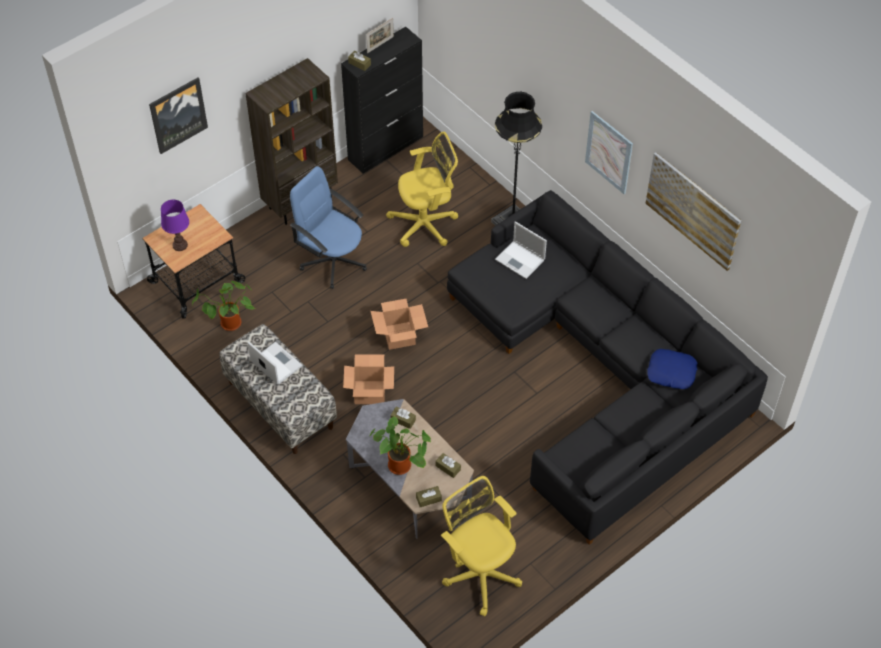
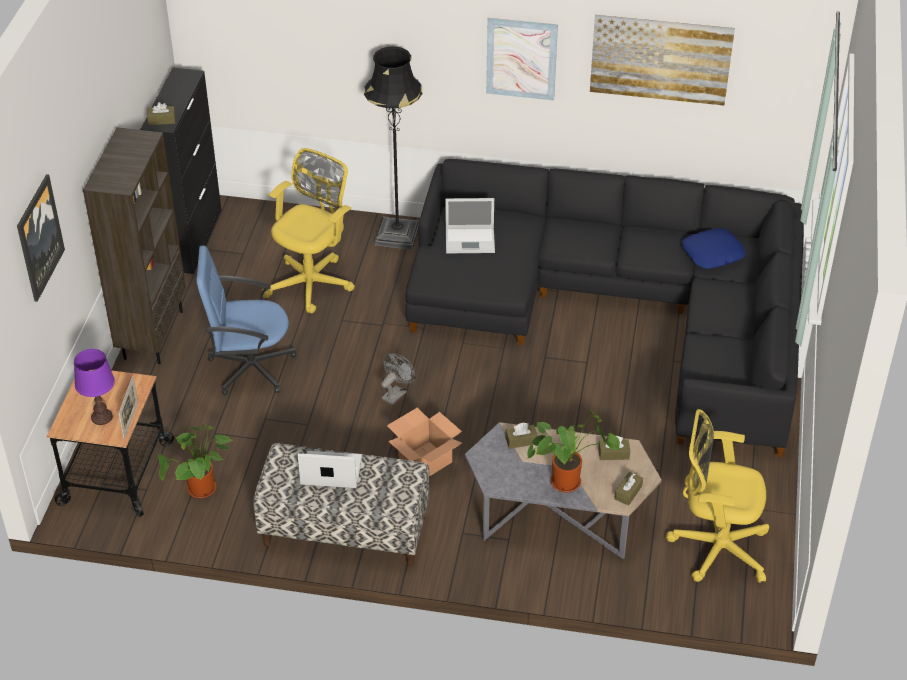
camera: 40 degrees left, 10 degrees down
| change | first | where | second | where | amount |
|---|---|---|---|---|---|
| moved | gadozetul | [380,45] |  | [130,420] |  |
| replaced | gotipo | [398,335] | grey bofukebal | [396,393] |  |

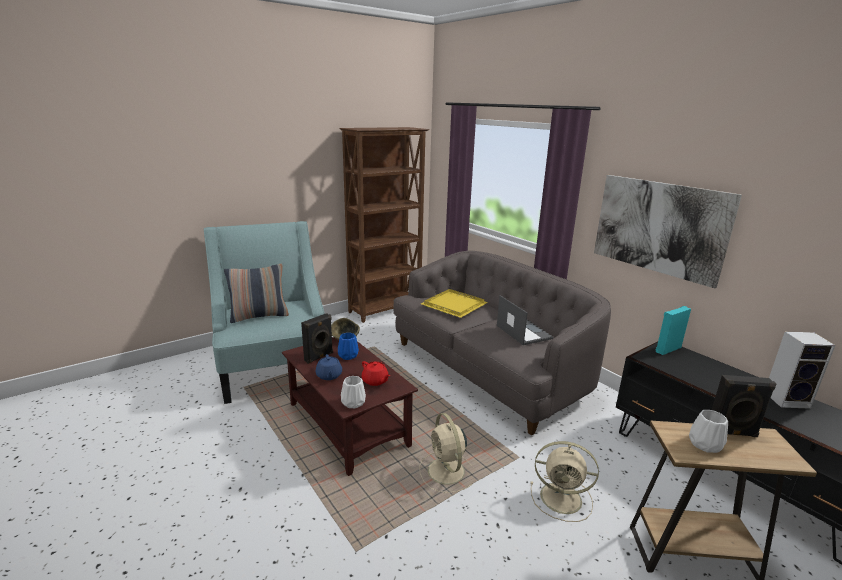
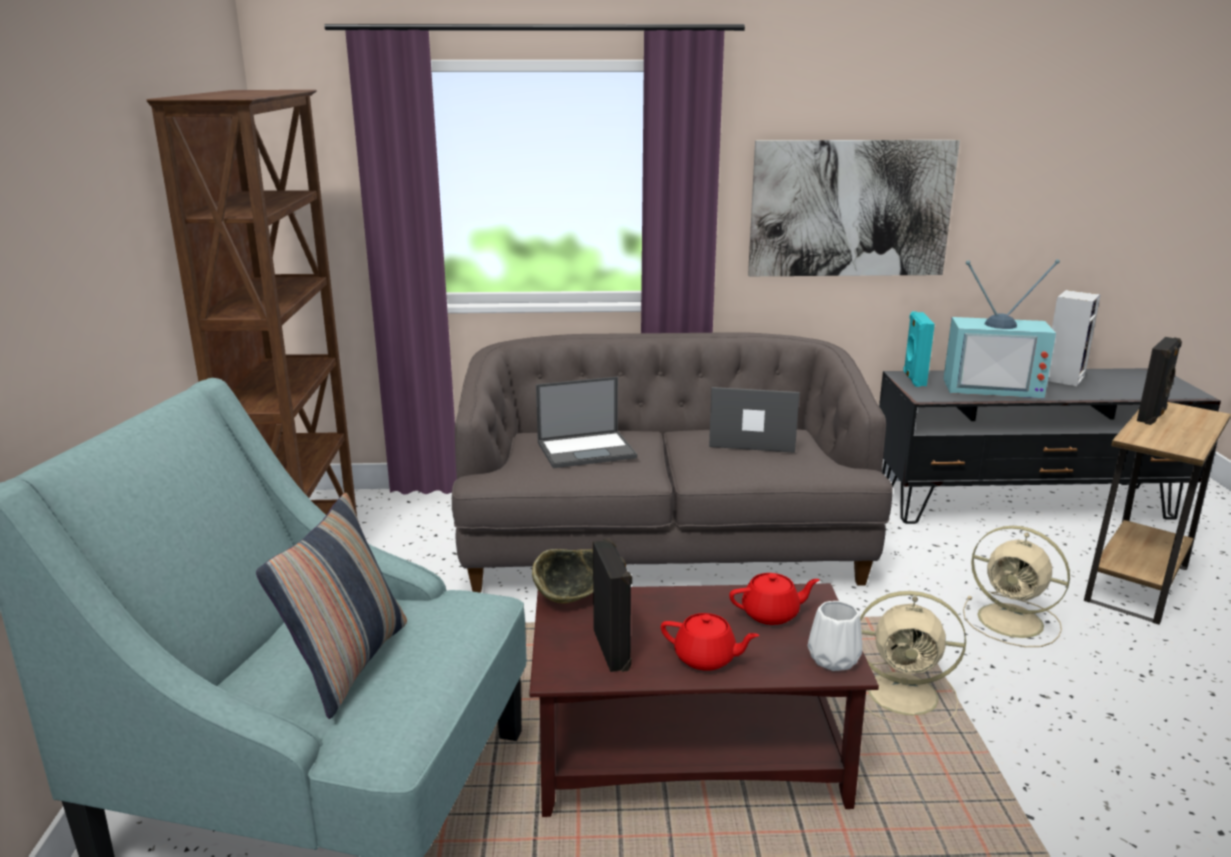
camera: 55 degrees left, 0 degrees up
| change | first | where | second | where | amount |
|---|---|---|---|---|---|
| replaced | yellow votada | [455,305] | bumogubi | [587,450] |  |
| recoloured | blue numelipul | [329,376] | red numelipul | [706,658] |  |
| added |  |  | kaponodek | [993,386] |  |
| turned | beige bofukebal | [563,498] |  | [1013,621] | 75 degrees clockwise |
| removed | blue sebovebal | [348,356] |  |  |  |
| removed | white sebovebal | [705,445] |  |  |  |

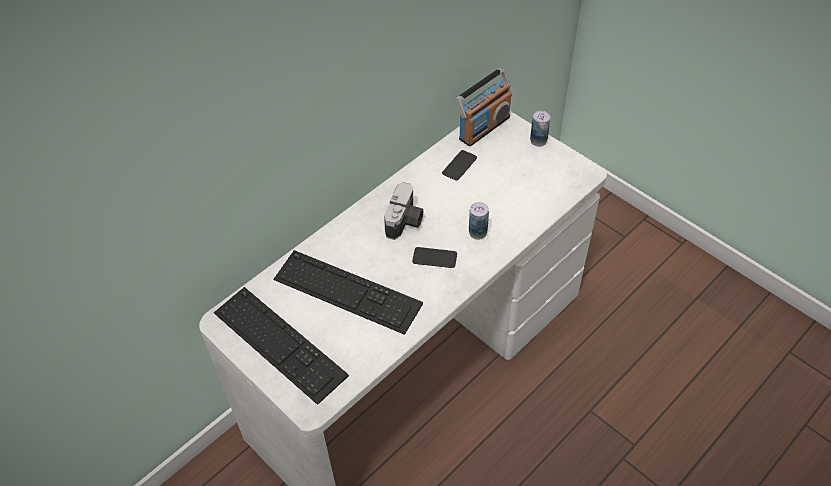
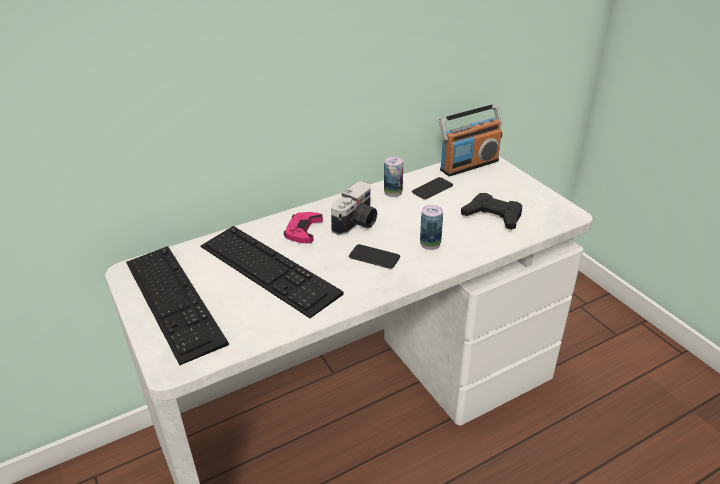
camera: 15 degrees right, 15 degrees down
| change | first | where | second | where | amount |
|---|---|---|---|---|---|
| added |  |  | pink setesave | [303,230] |  |
| moved | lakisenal | [538,141] |  | [393,192] |  |
| added |  |  | black setesave | [493,216] |  |

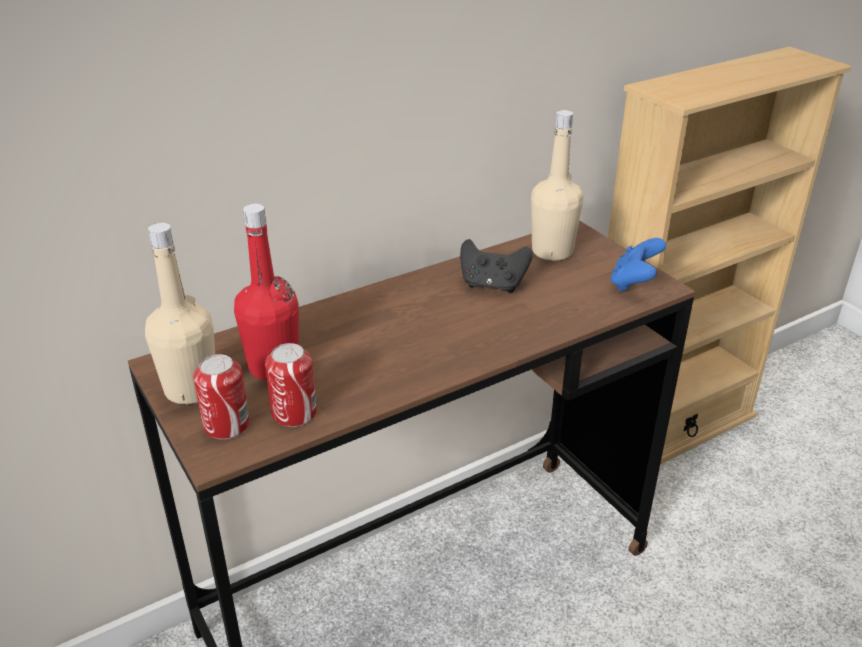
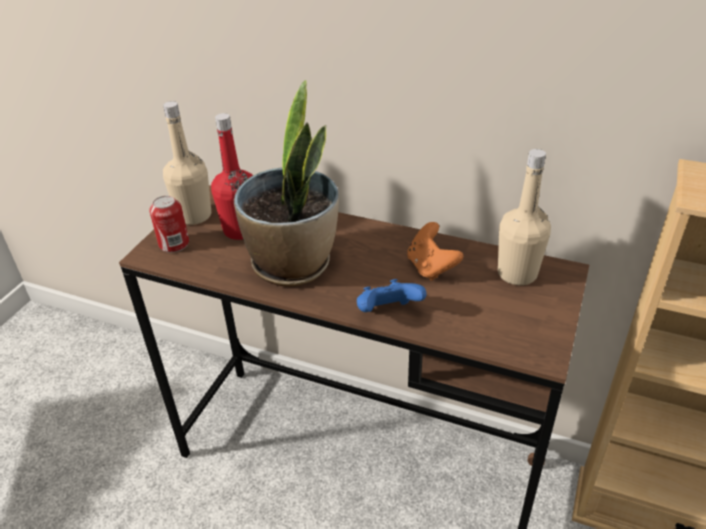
camera: 55 degrees right, 5 degrees up
| change | first | where | second | where | amount |
|---|---|---|---|---|---|
| added |  |  | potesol | [293,264] |  |
| moved | blue setesave | [634,283] |  | [388,313] |  |
| recoloured | black setesave | [492,285] | orange setesave | [431,267] |  |
| removed | lakisenal | [294,413] |  |  |  |

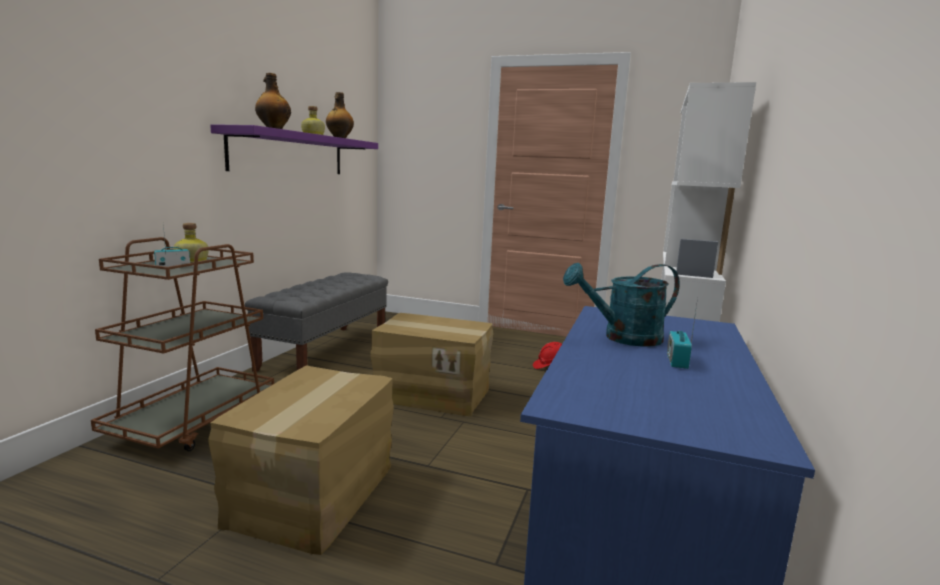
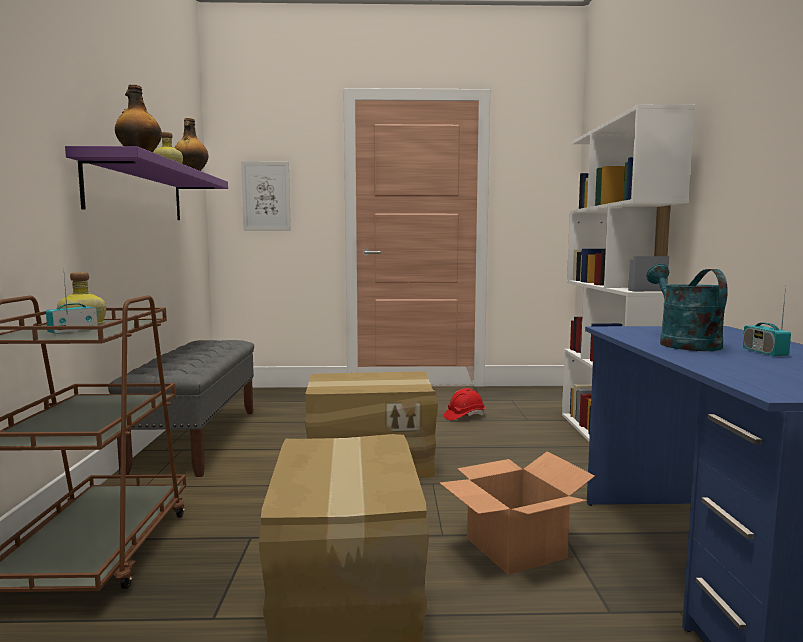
camera: 20 degrees left, 5 degrees down
| change | first | where | second | where | amount |
|---|---|---|---|---|---|
| added |  |  | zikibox | [266,196] |  |
| added |  |  | gotipo | [517,548] |  |
| turned | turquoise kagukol | [623,338] |  | [683,343] | 120 degrees clockwise |

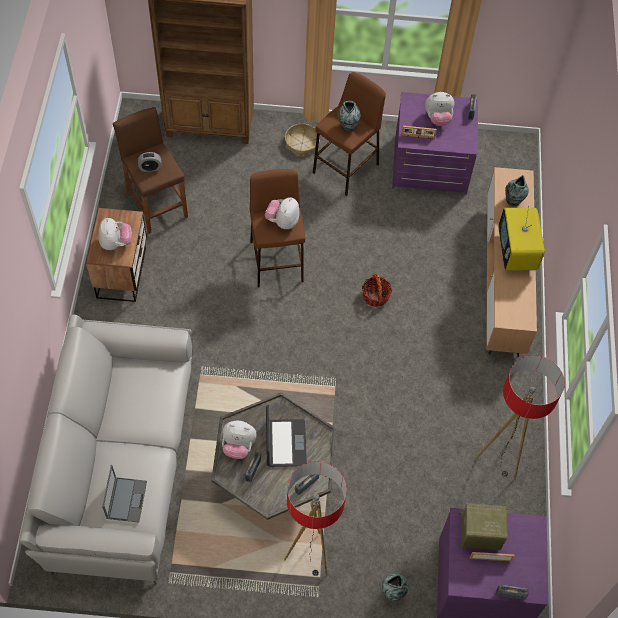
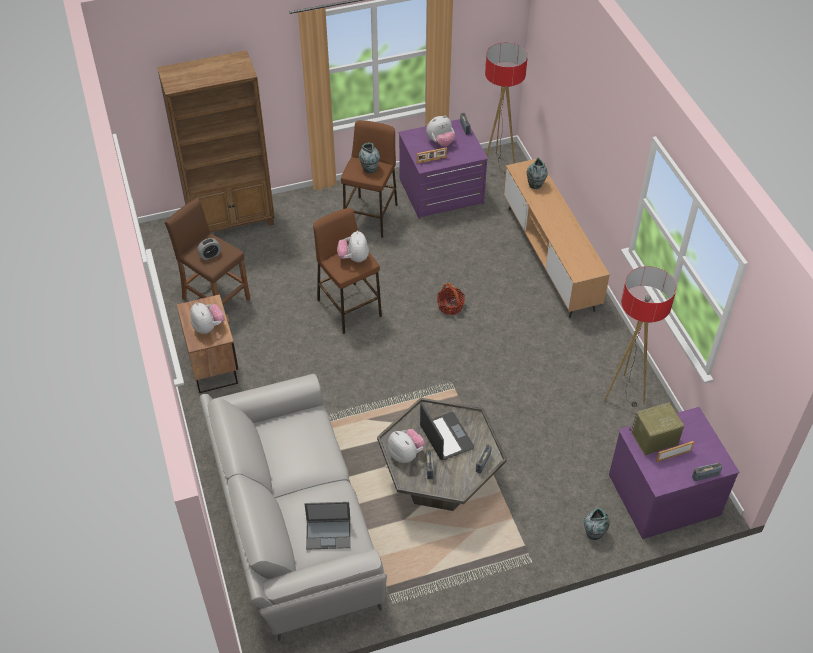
camera: 20 degrees left, 10 degrees down
| change | first | where | second | where | amount |
|---|---|---|---|---|---|
| turned | bumogubi | [126,499] |  | [329,534] | 105 degrees clockwise |
| turned | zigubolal | [238,446] |  | [406,454] | 120 degrees counterclockwise |
| moved | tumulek | [310,556] |  | [497,166] |  |
| removed | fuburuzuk | [302,143] |  |  |  |
| removed | kaponodek | [516,253] |  |  |  |

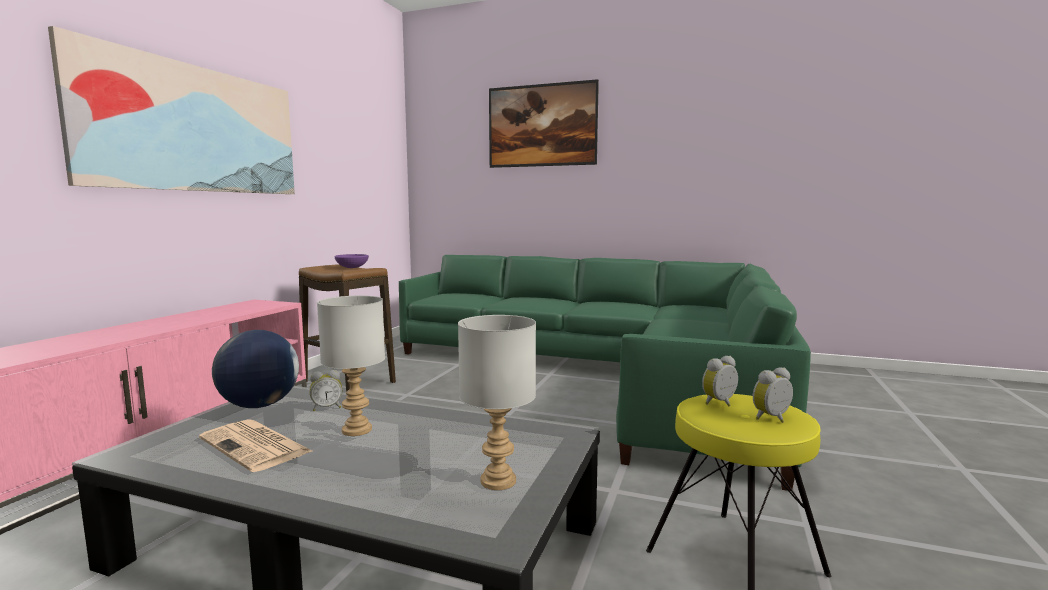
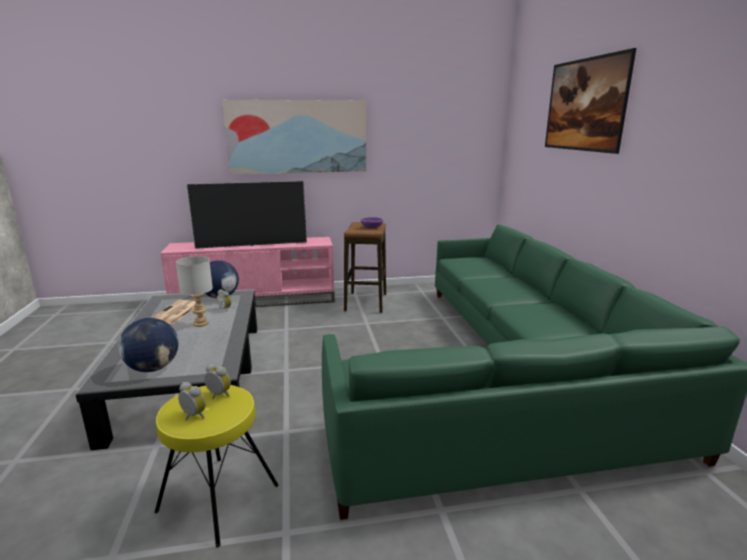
camera: 60 degrees right, 10 degrees up
| change | first | where | second | where | amount |
|---|---|---|---|---|---|
| replaced | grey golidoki | [497,480] | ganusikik | [153,368] |  |
| added |  |  | kaponodek | [252,245] |  |

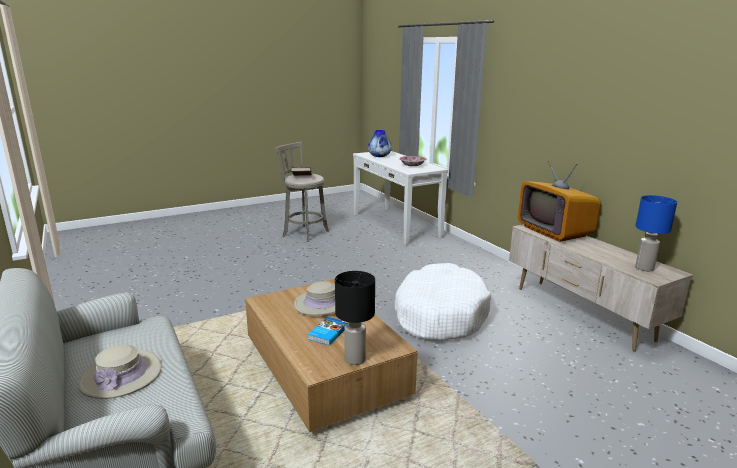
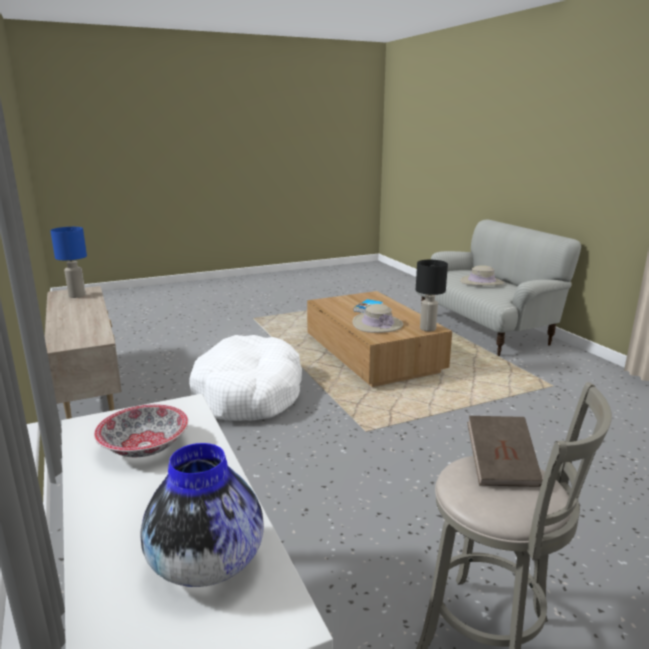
camera: 175 degrees left, 0 degrees up
| change | first | where | second | where | amount |
|---|---|---|---|---|---|
| moved | black golidoki | [354,359] |  | [428,329] |  |
| removed | kaponodek | [554,231] |  |  |  |

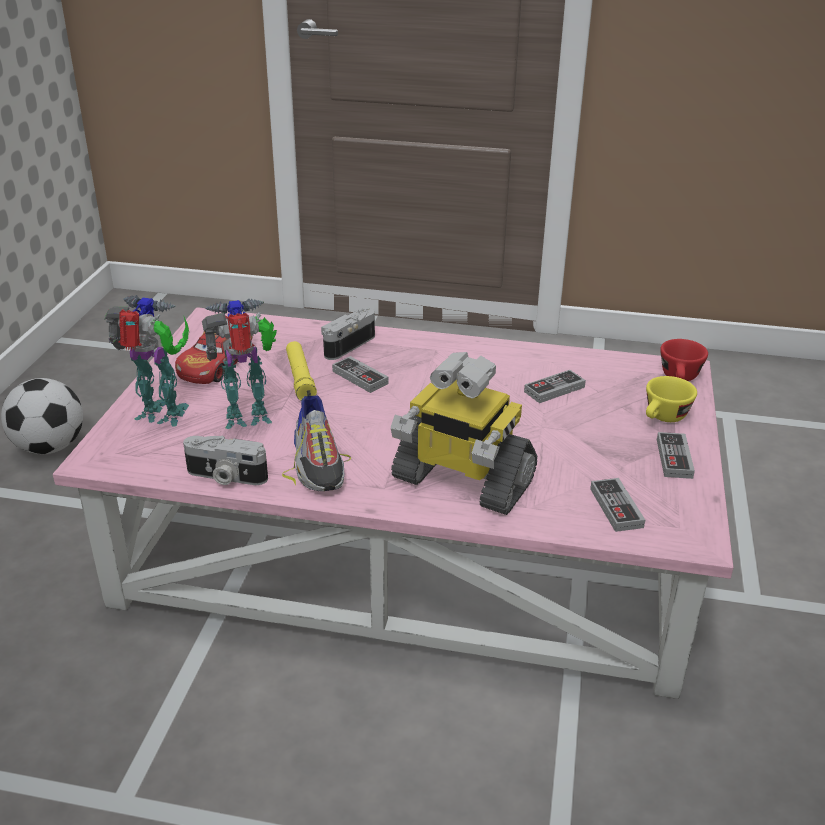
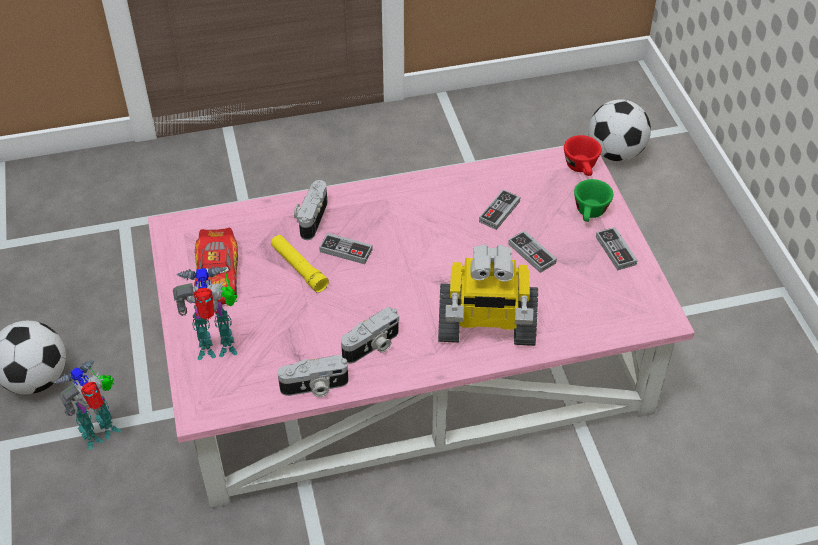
camera: 25 degrees left, 15 degrees up
| change | first | where | second | where | amount |
|---|---|---|---|---|---|
| moved | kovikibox | [250,418] |  | [102,433] |  |
| replaced | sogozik | [318,461] | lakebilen | [372,346] |  |
| moved | setesave | [616,508] |  | [532,253] |  |
| recoloured | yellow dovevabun | [663,418] | green dovevabun | [590,214] |  |
| added |  |  | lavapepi | [615,153] |  |

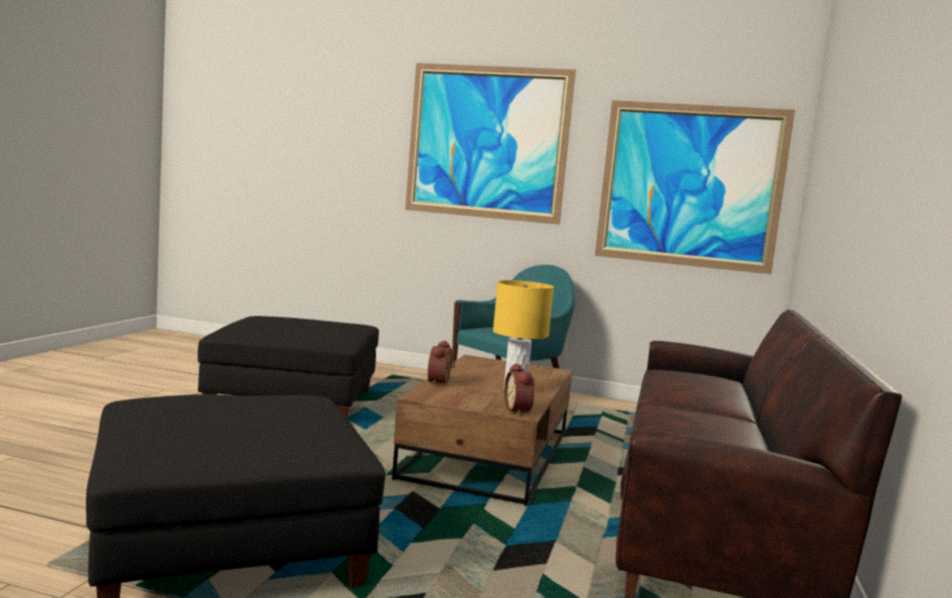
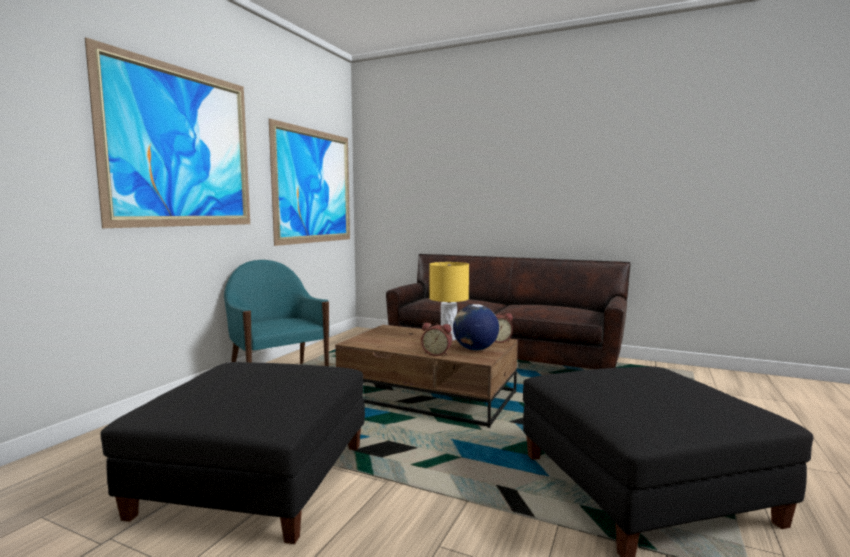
camera: 80 degrees left, 0 degrees up
| change | first | where | second | where | amount |
|---|---|---|---|---|---|
| added |  |  | ganusikik | [475,349] |  |

